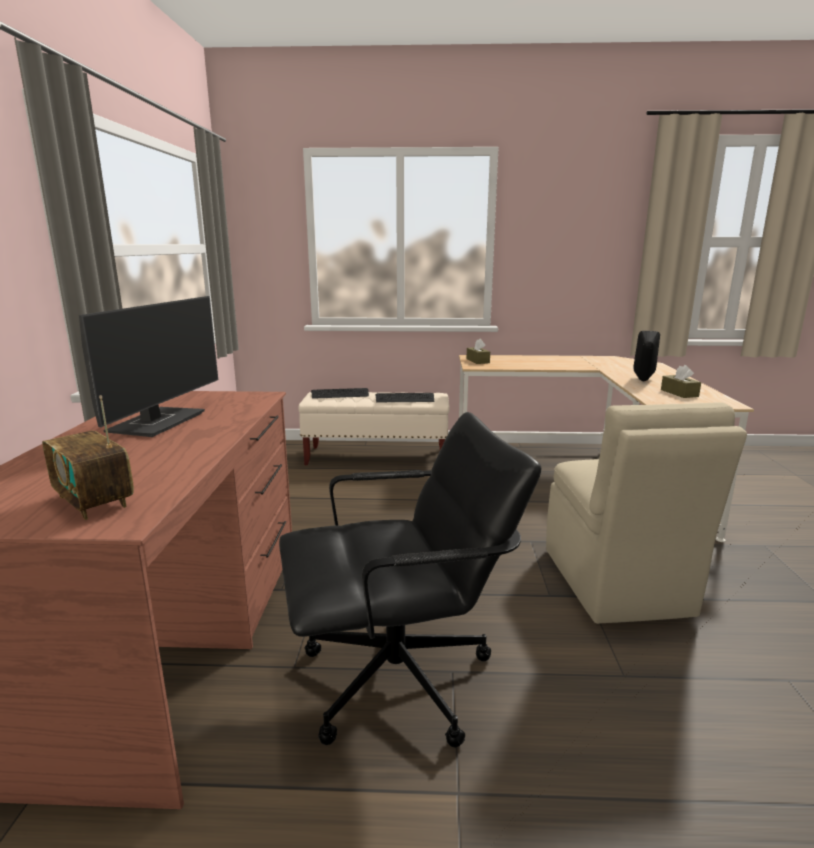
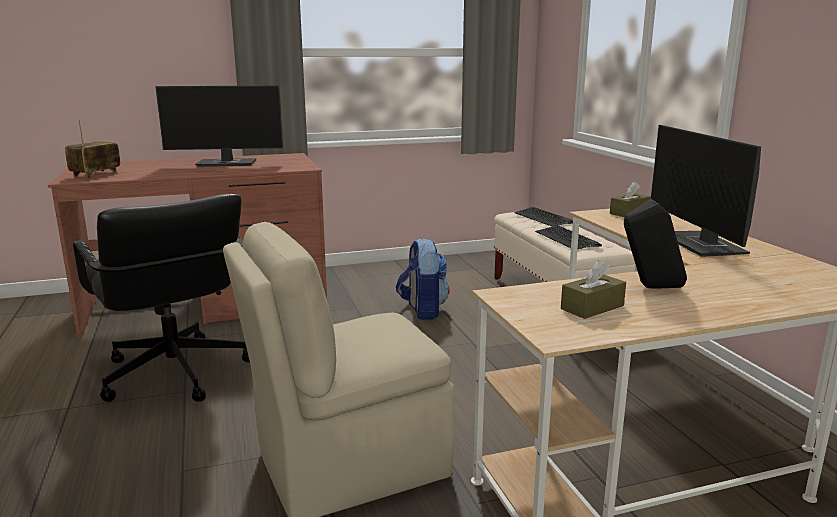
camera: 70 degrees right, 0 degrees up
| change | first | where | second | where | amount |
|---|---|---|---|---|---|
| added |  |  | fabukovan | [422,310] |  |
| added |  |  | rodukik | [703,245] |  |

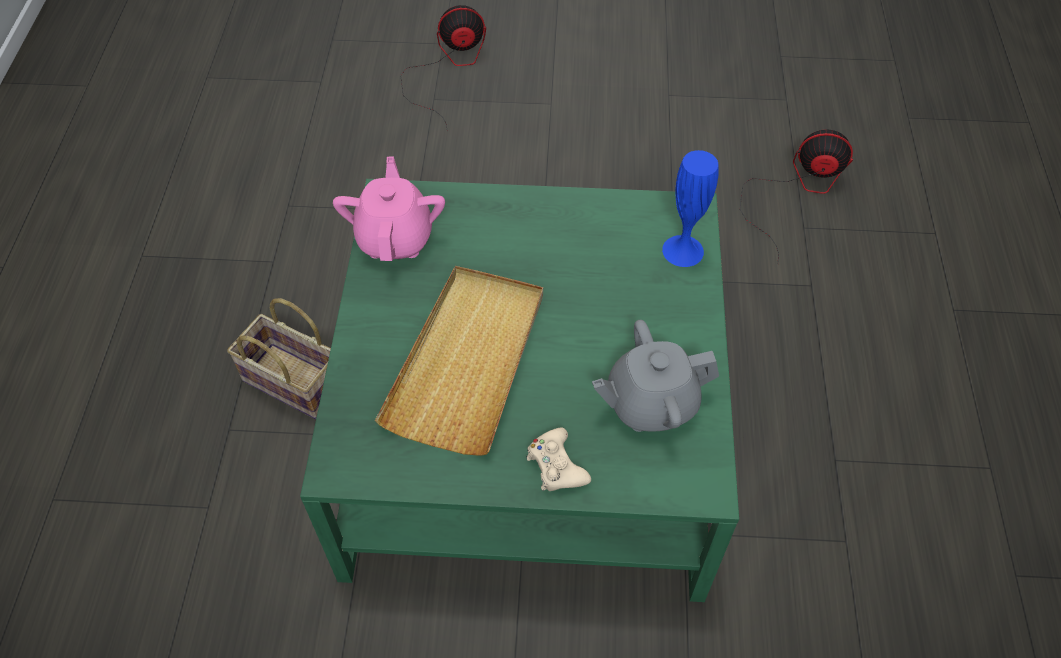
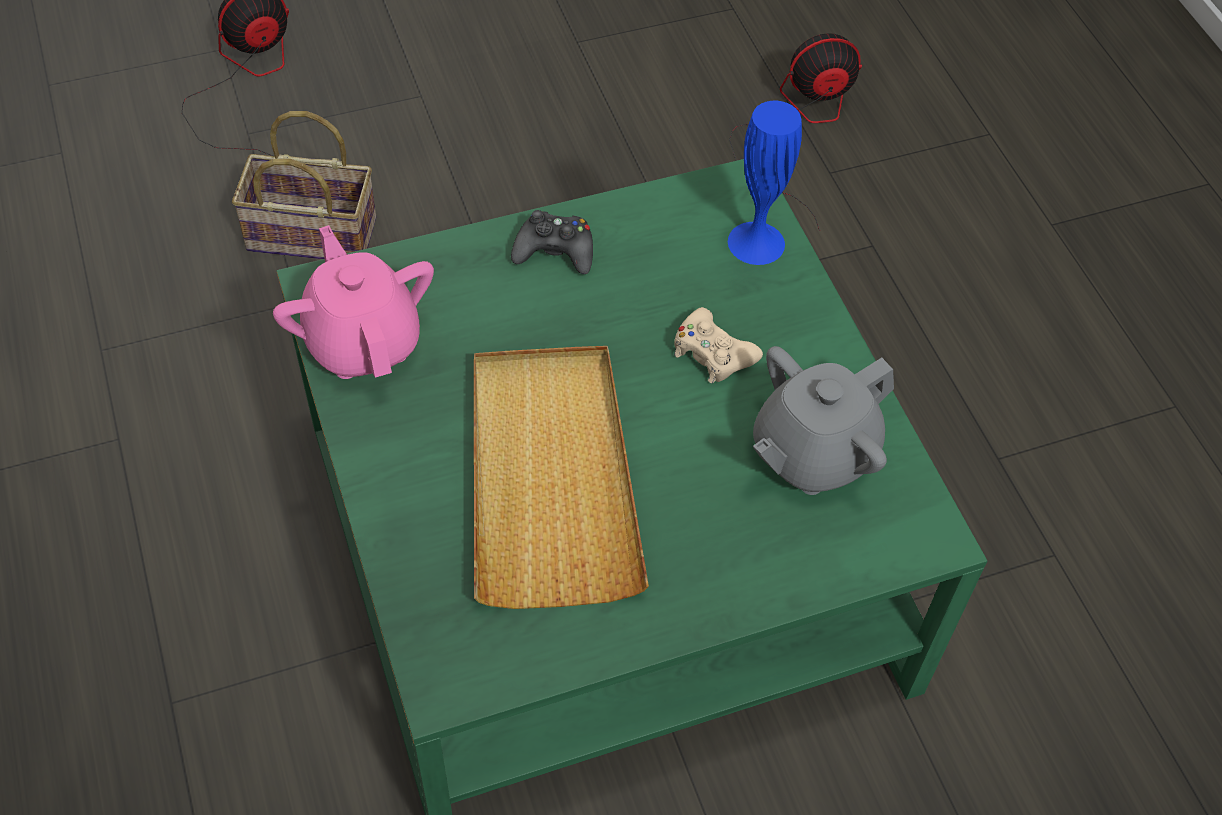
camera: 25 degrees left, 0 degrees up
| change | first | where | second | where | amount |
|---|---|---|---|---|---|
| moved | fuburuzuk | [290,382] |  | [308,236] |  |
| added |  |  | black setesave | [555,251] |  |
| moved | beige setesave | [556,466] |  | [712,353] |  |

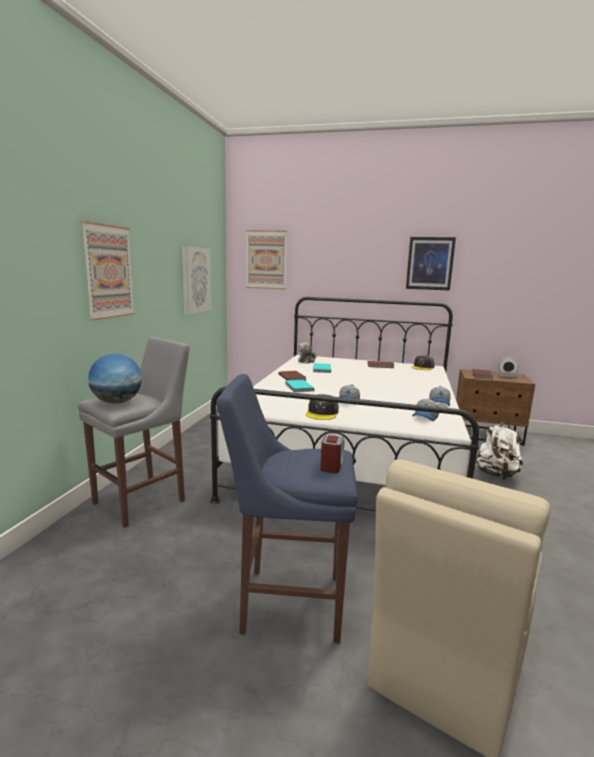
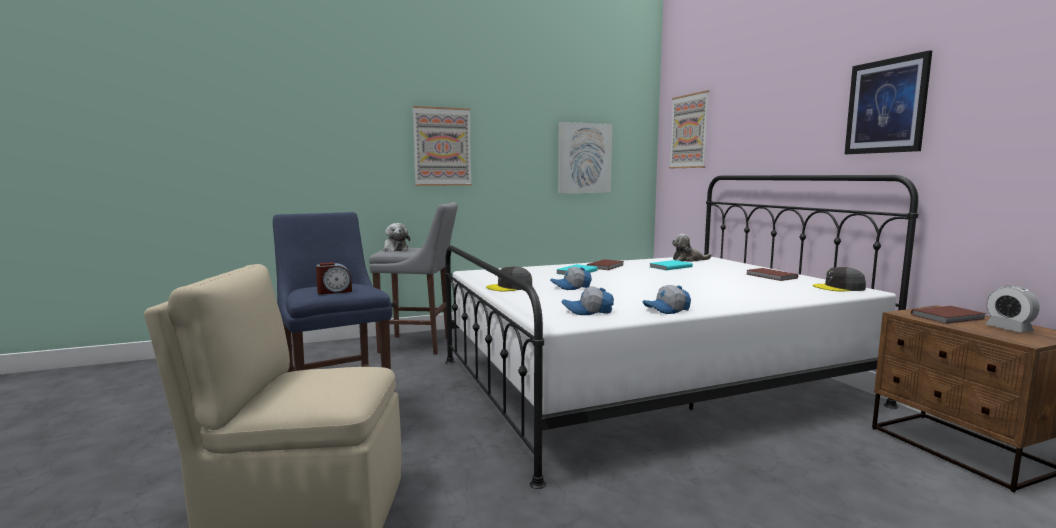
camera: 55 degrees right, 5 degrees down
| change | first | where | second | where | amount |
|---|---|---|---|---|---|
| replaced | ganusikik | [117,402] | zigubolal | [395,249] |  |
| removed | white fabukovan | [496,475] |  |  |  |

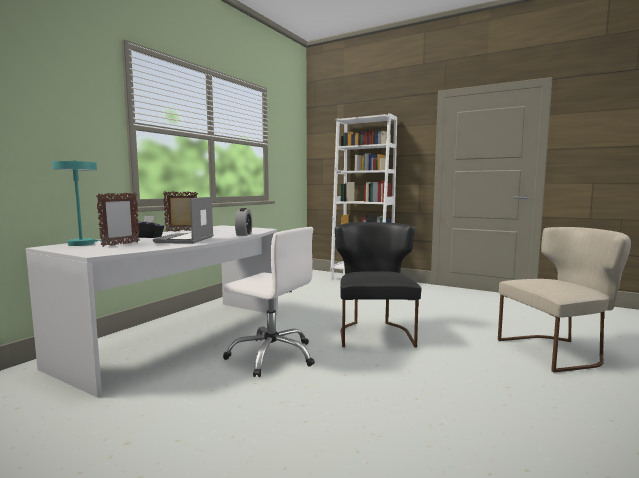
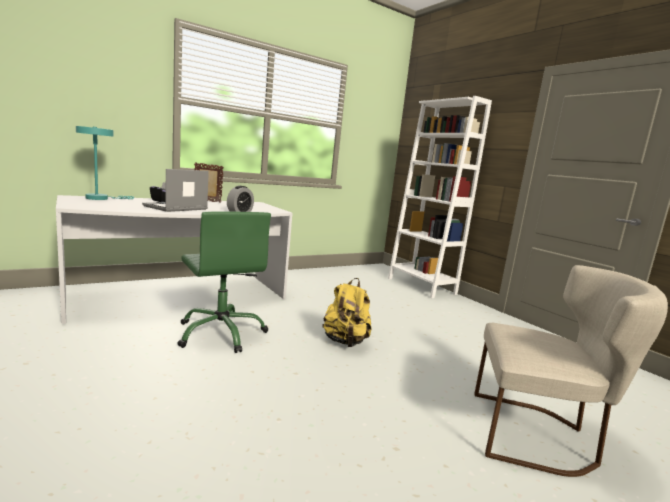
camera: 25 degrees right, 5 degrees up
| change | first | where | second | where | amount |
|---|---|---|---|---|---|
| recoloured | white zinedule | [272,355] | green zinedule | [221,333] |  |
| replaced | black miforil | [374,333] | yellow fabukovan | [345,342] |  |
| removed | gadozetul | [120,244] |  |  |  |

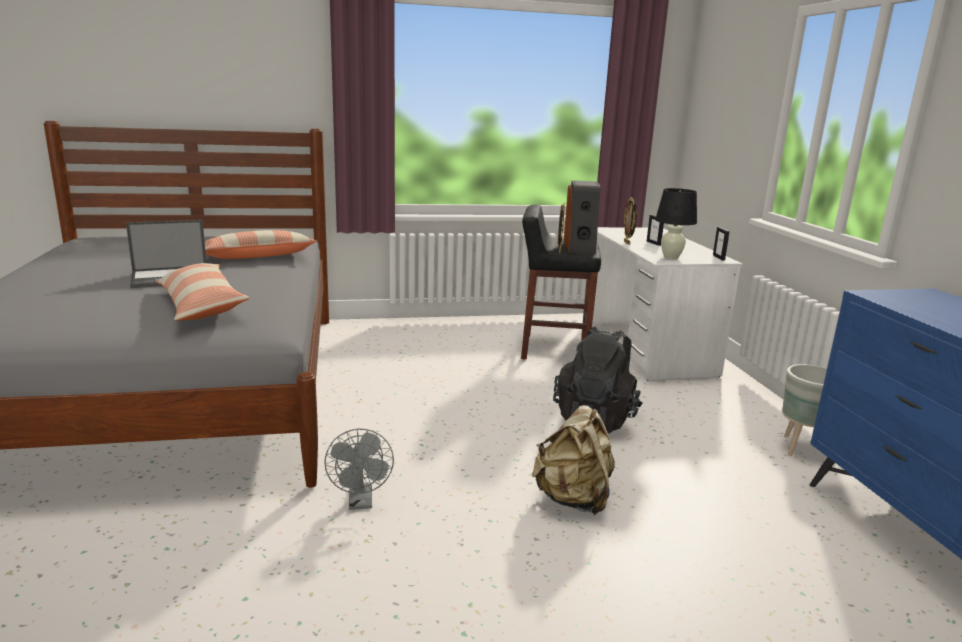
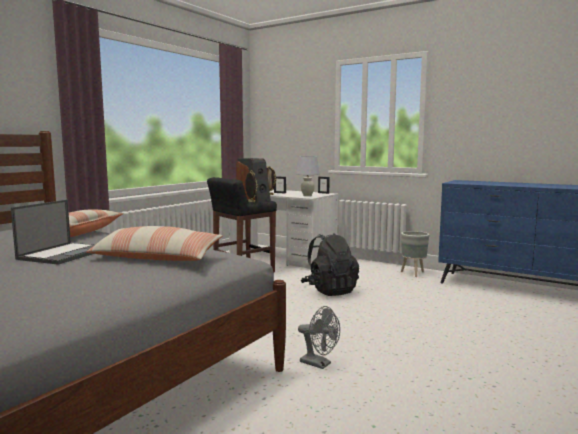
camera: 45 degrees left, 10 degrees down
| change | first | where | second | where | amount |
|---|---|---|---|---|---|
| recoloured | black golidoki | [671,257] | white golidoki | [307,195] |  |
| removed | beige fabukovan | [573,499] |  |  |  |

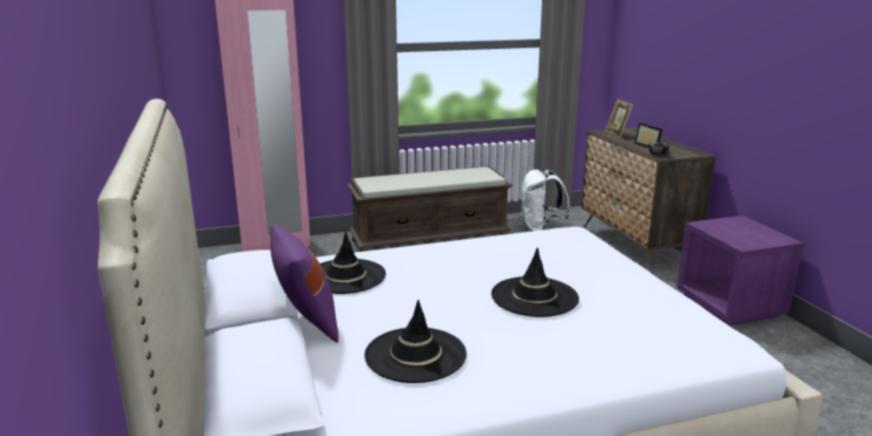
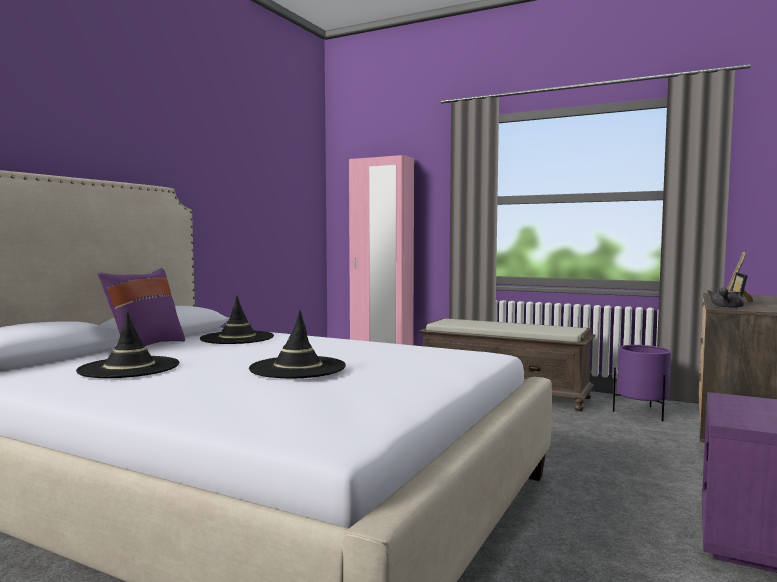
camera: 45 degrees right, 15 degrees down
| change | first | where | second | where | amount |
|---|---|---|---|---|---|
| replaced | white fabukovan | [540,229] | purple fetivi | [642,413] |  |

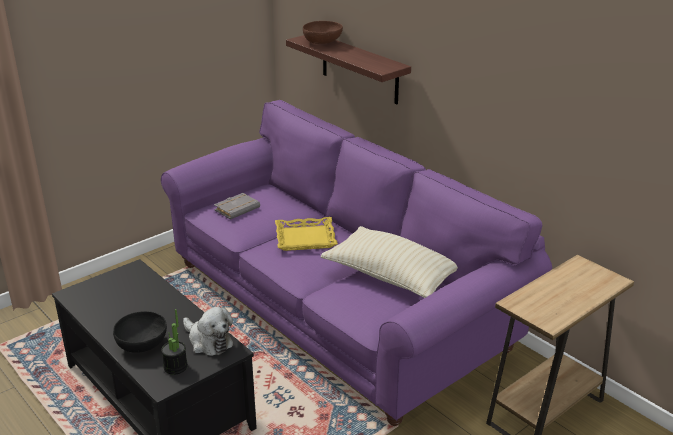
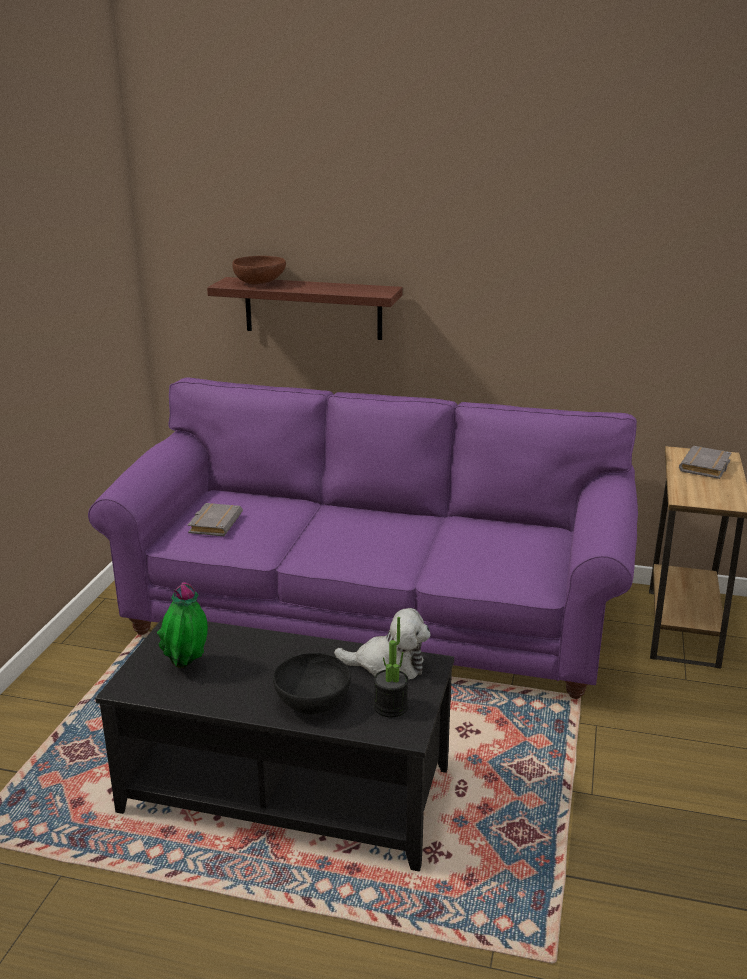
camera: 35 degrees left, 5 degrees down
| change | first | where | second | where | amount |
|---|---|---|---|---|---|
| added |  |  | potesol | [187,666] |  |
| added |  |  | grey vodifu | [706,467] |  |
| removed | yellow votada | [305,238] |  |  |  |
| removed | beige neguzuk | [391,276] |  |  |  |

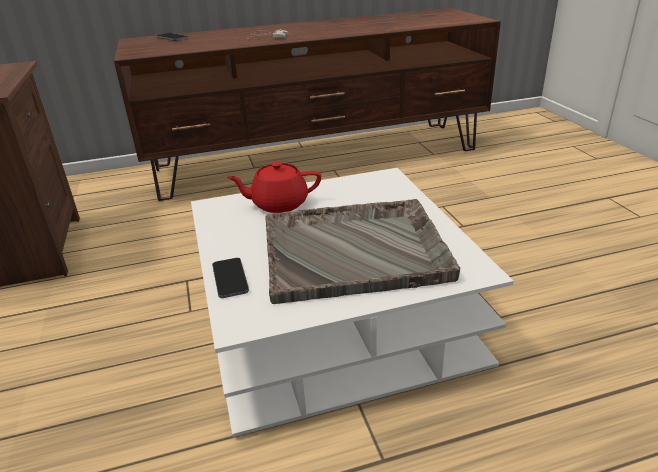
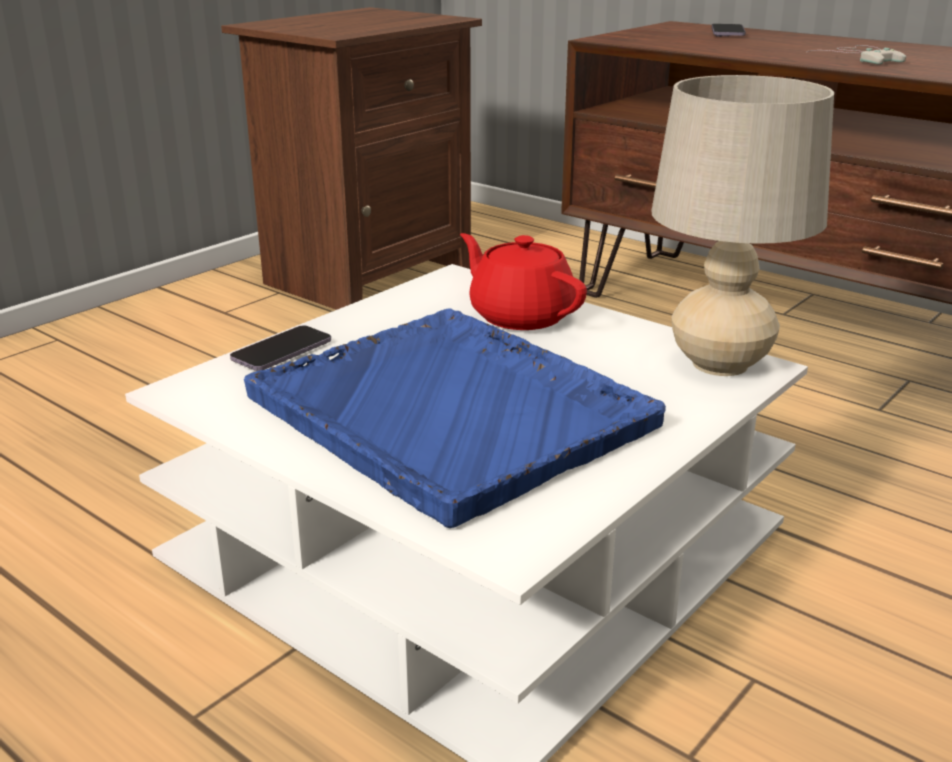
camera: 55 degrees right, 5 degrees down
| change | first | where | second | where | amount |
|---|---|---|---|---|---|
| recoloured | grey votada | [355,251] | blue votada | [451,413] |  |
| added |  |  | beige golidoki | [720,364] |  |

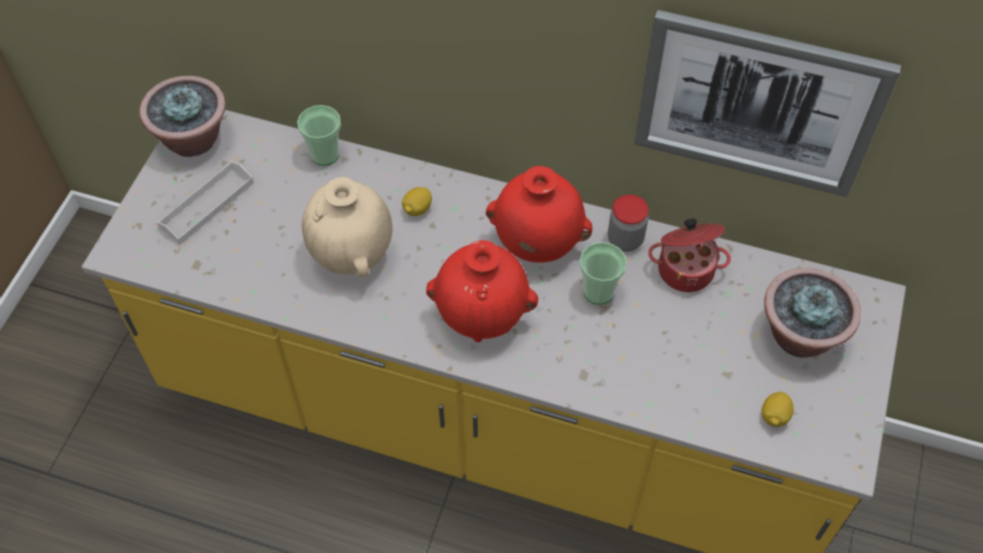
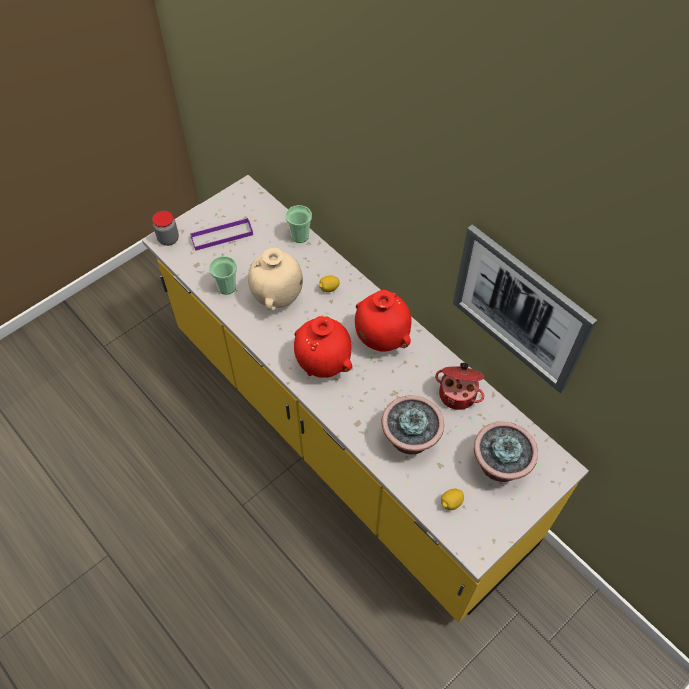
camera: 30 degrees right, 0 degrees up
| change | first | where | second | where | amount |
|---|---|---|---|---|---|
| moved | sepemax | [625,239] |  | [168,239] |  |
| recoloured | white votada | [207,205] | purple votada | [222,236] |  |
| moved | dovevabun | [598,291] |  | [227,287] |  |
| moved | potesol | [193,139] |  | [410,439] |  |

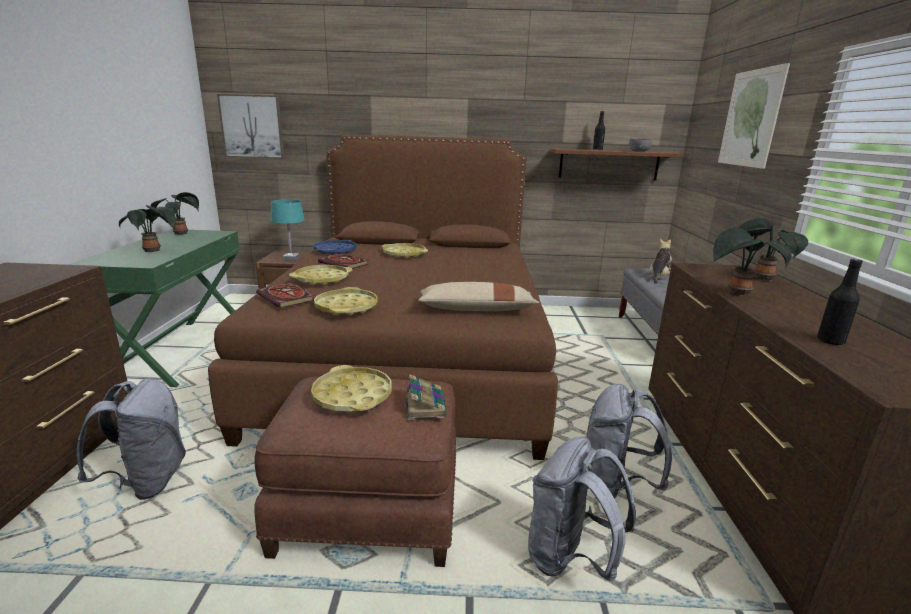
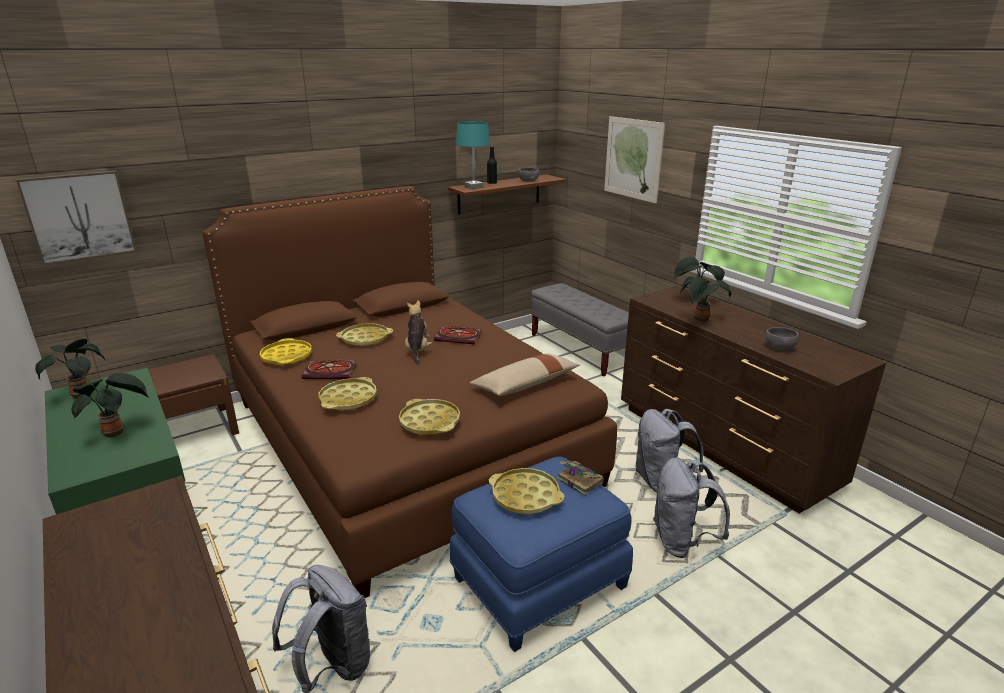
camera: 35 degrees left, 5 degrees up
| change | first | where | second | where | amount |
|---|---|---|---|---|---|
| recoloured | blue votada | [335,251] | yellow votada | [287,357] |  |
| moved | zigubolal | [659,277] |  | [417,350] |  |
| moved | vodifu | [287,298] |  | [459,337] |  |
| recoloured | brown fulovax | [369,509] | blue fulovax | [538,581] |  |
| moved | turquoise golidoki | [291,259] |  | [474,187] |  |
| replaced | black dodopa | [830,341] | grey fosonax | [779,347] |  |

